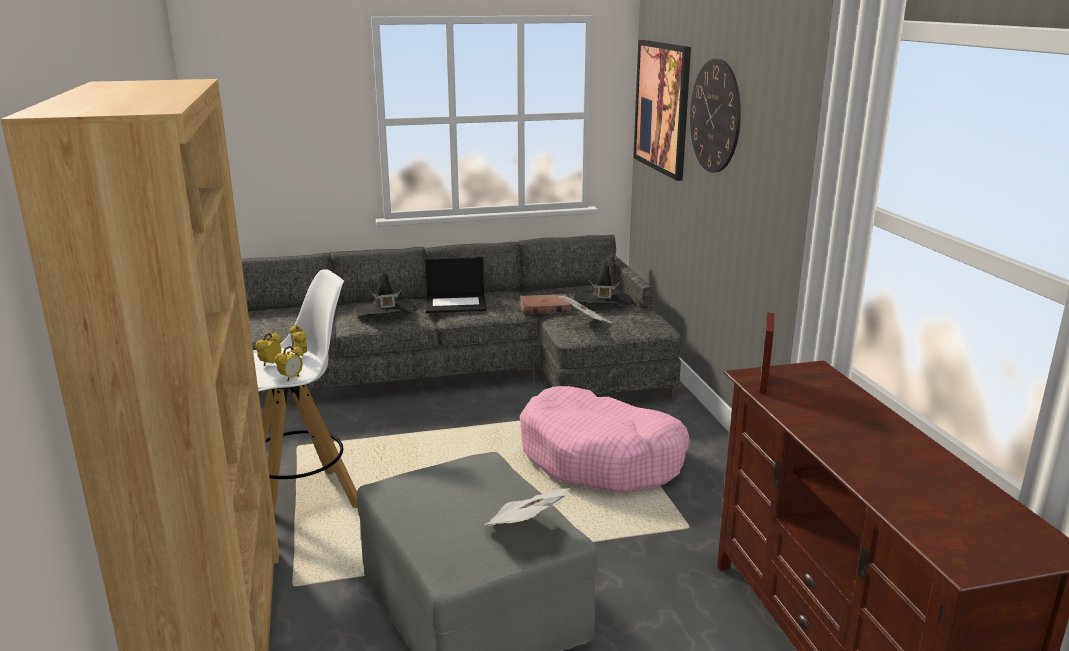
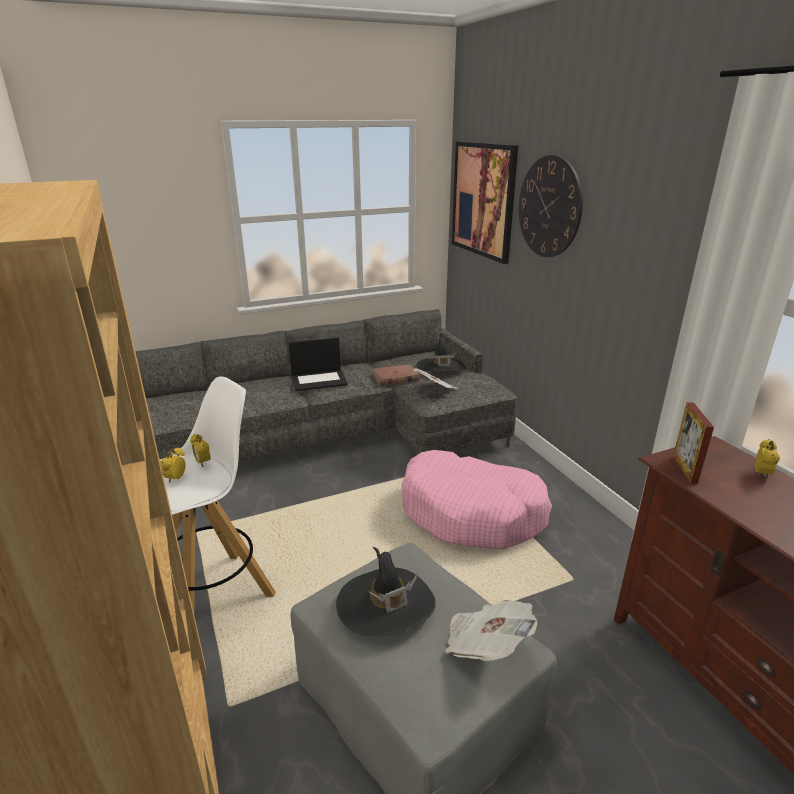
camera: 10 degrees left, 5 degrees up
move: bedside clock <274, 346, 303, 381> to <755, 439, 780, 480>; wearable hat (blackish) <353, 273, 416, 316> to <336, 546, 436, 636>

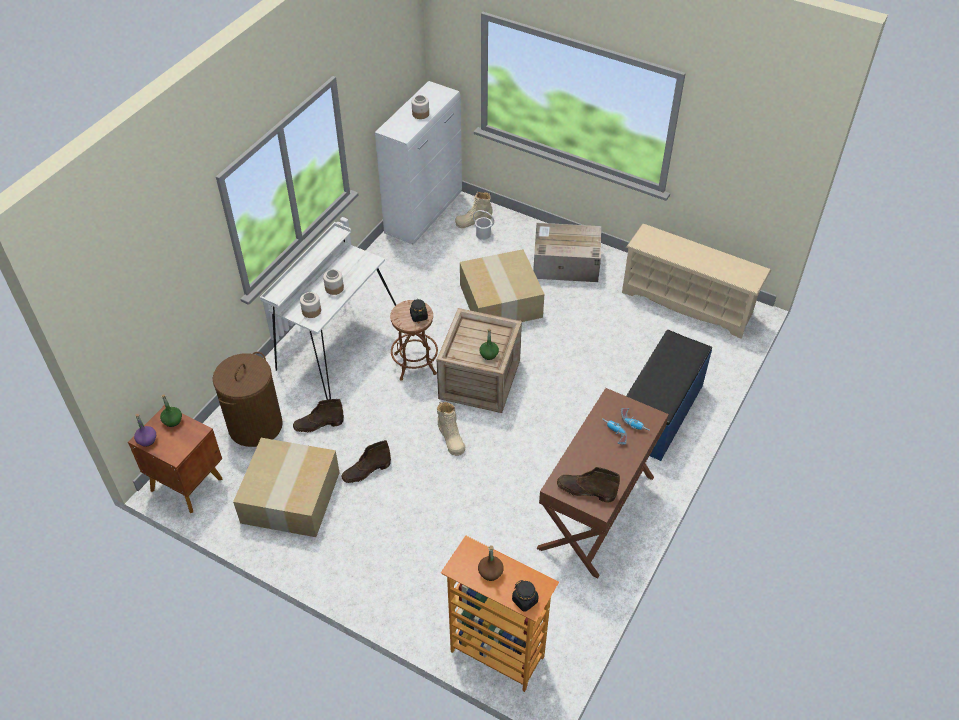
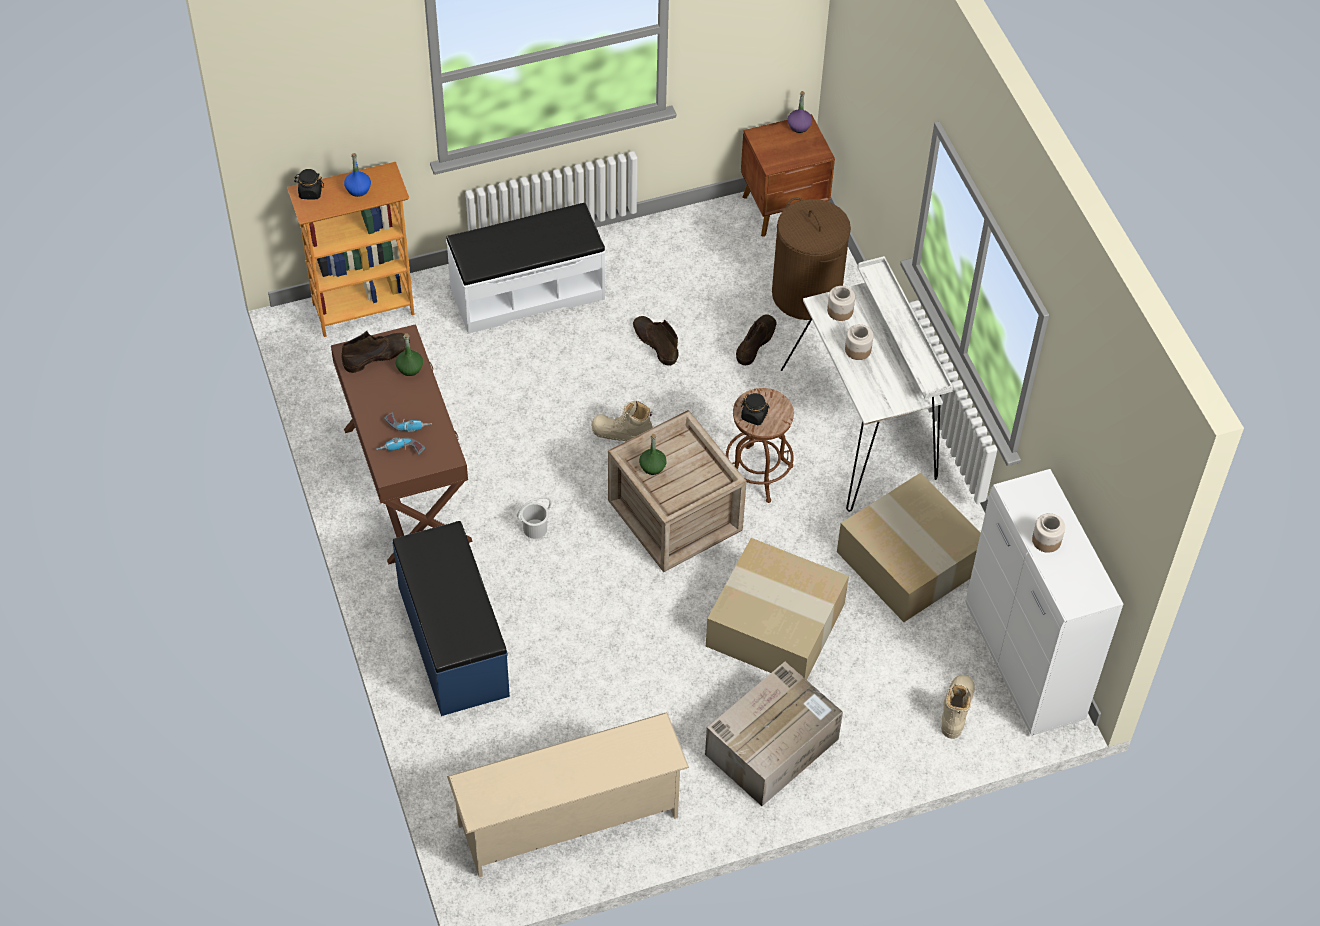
camera: 130 degrees right, 5 degrees up
insert: indoor bench (whitish) <446, 203, 605, 334>
move: beverage bottle (green) <160, 394, 182, 427> to <395, 333, 423, 376>; carton <233, 438, 340, 537> to <837, 473, 981, 622>; water bucket (whitish) <473, 210, 494, 240> to <517, 496, 551, 539>
recolor: beverage bottle (brown) <478, 545, 504, 581> to beverage bottle (blue-coloured) <344, 153, 371, 197>
rotate: tall boot (brown) <342, 440, 391, 483> = <633, 316, 679, 366> 45 degrees counterclockwise

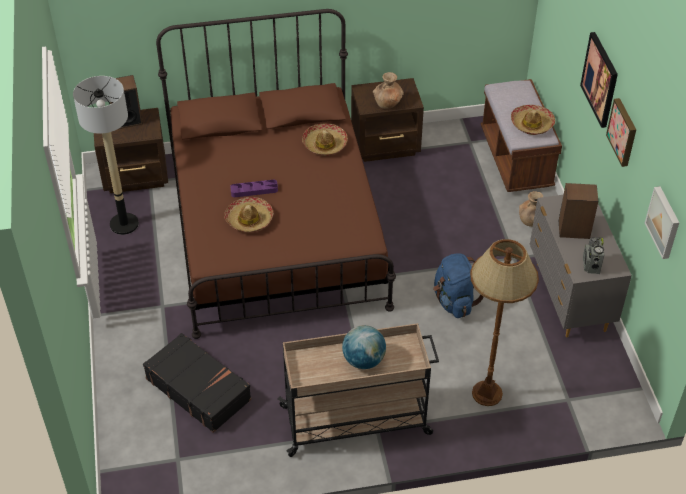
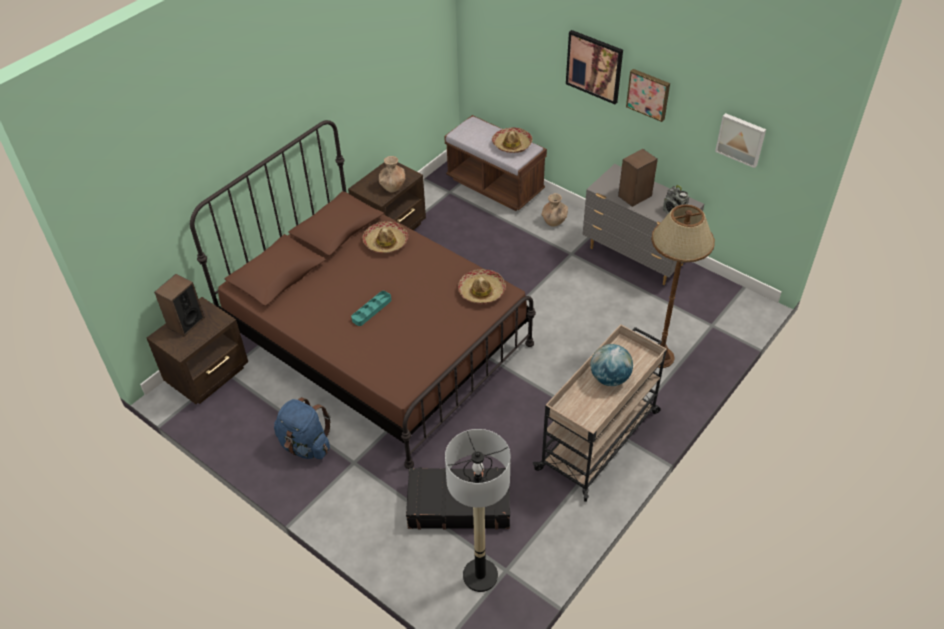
camera: 40 degrees left, 0 degrees up
move: floor lamp <73, 76, 139, 235> to <445, 429, 511, 592>; wearable hat <224, 197, 273, 232> to <458, 269, 506, 304>; backpack (blue-coloured) <433, 253, 484, 318> to <274, 397, 331, 459>
recolor: carrying tray (purple) <230, 180, 278, 197> to carrying tray (turquoise-coloured) <351, 291, 391, 326>

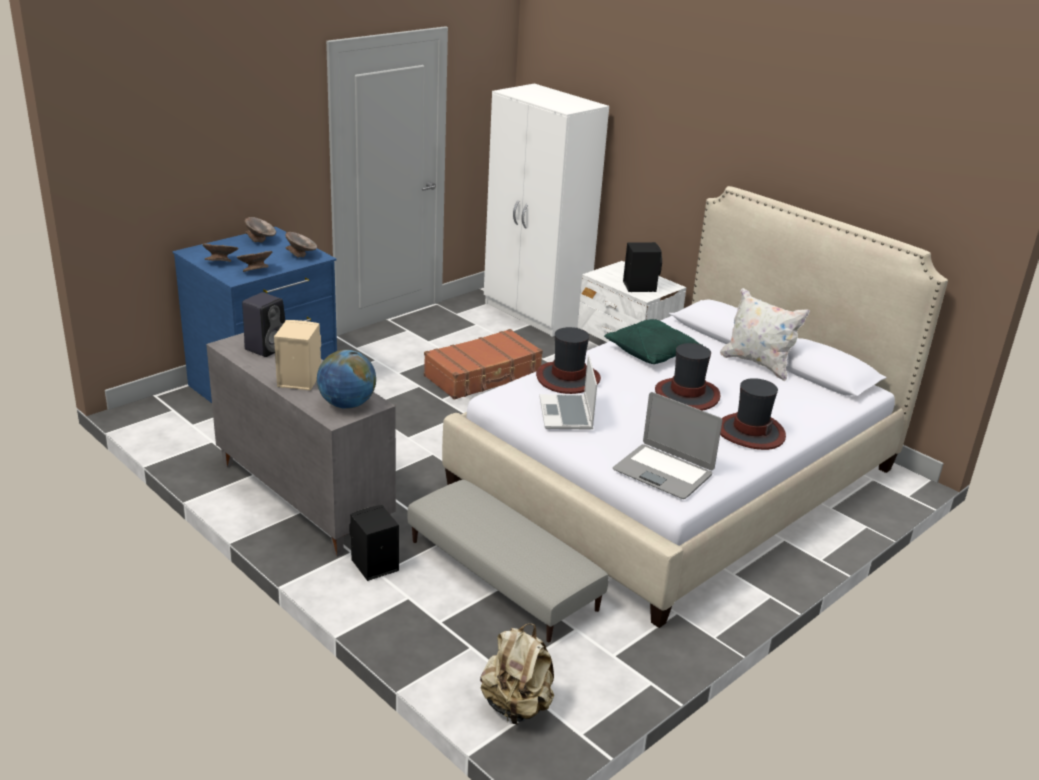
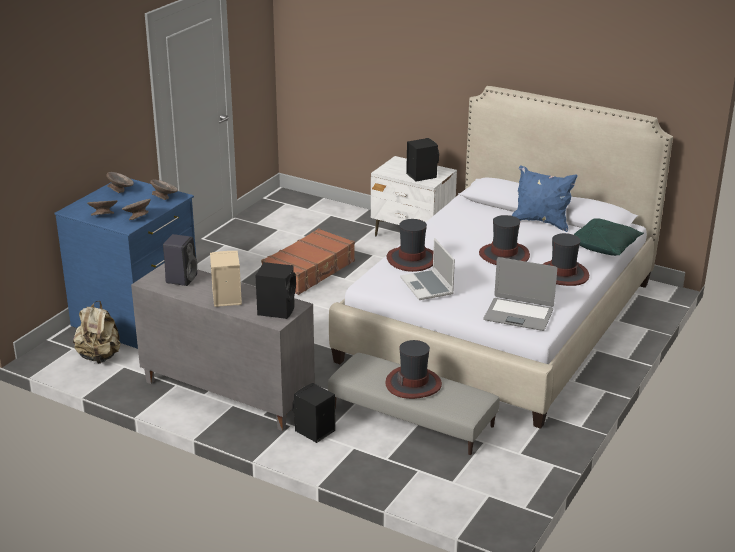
camera: 15 degrees left, 0 degrees up
delete: clothes cupboard (whitish) <484, 84, 609, 337>
insert: wearable hat <385, 340, 442, 399>
move: backpack (beige) <480, 623, 554, 725> to <73, 301, 121, 364>; throw pillow (green) <604, 319, 702, 364> to <574, 218, 644, 256>
replace: desk globe <317, 350, 376, 409> to loudspeaker (blackish) <255, 262, 296, 319>
recolor: throw pillow (whitish) <720, 288, 810, 381> to throw pillow (blue-coloured) <512, 165, 577, 232>

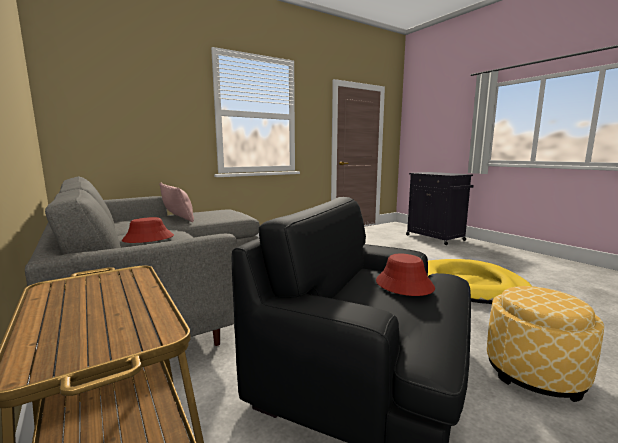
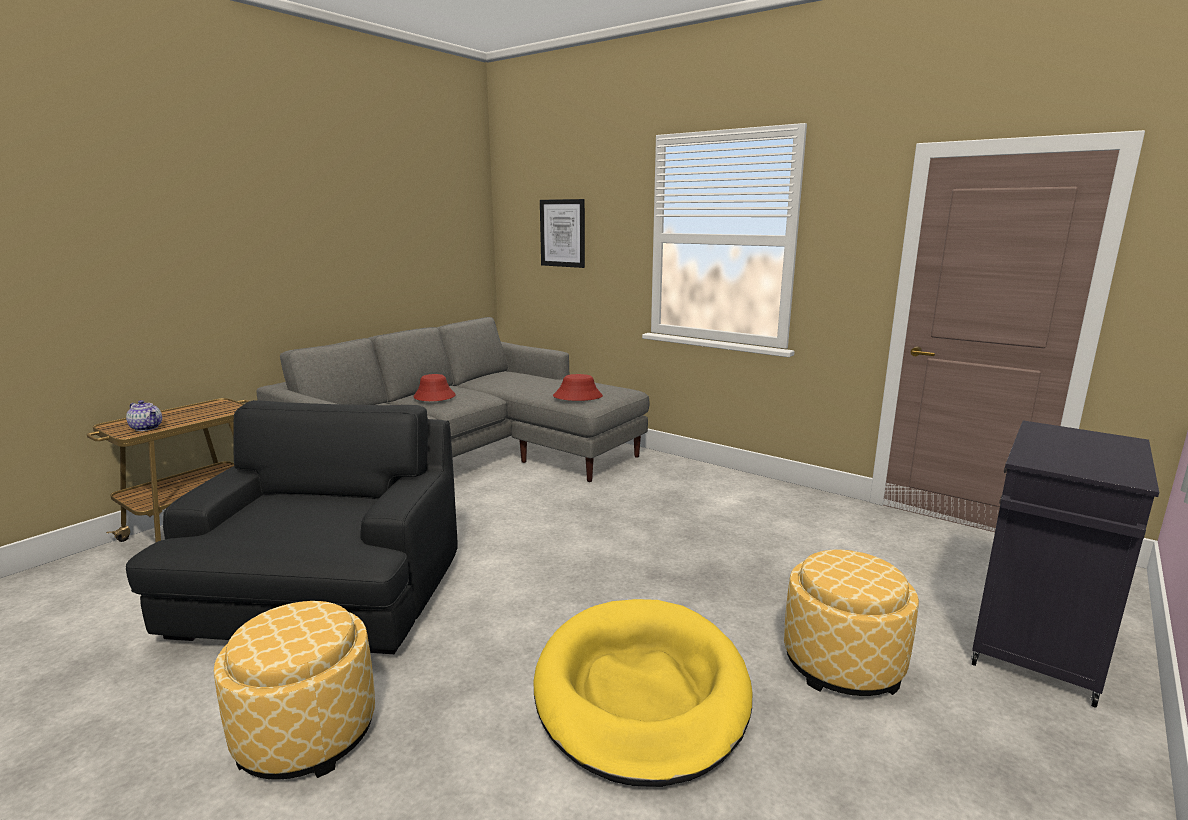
camera: 70 degrees right, 5 degrees up
delete: throw pillow (pink) <160, 183, 194, 222>
insert: teapot <126, 400, 162, 431>; wall picture <540, 199, 585, 268>; pouffe <784, 550, 919, 696>
move: wearable hat (red-coloured) <376, 254, 435, 296> to <553, 374, 603, 401>

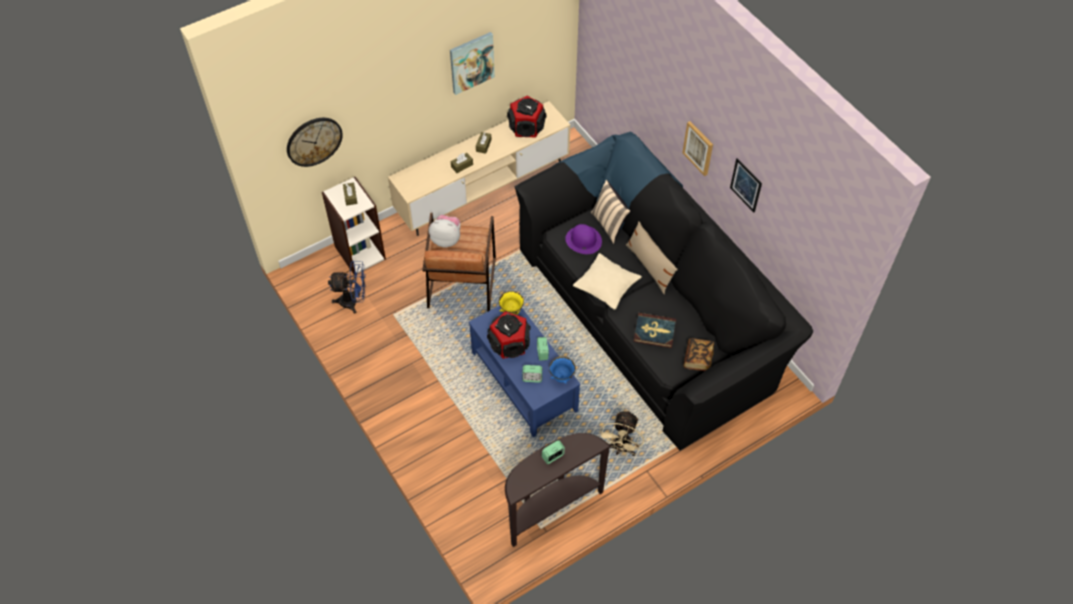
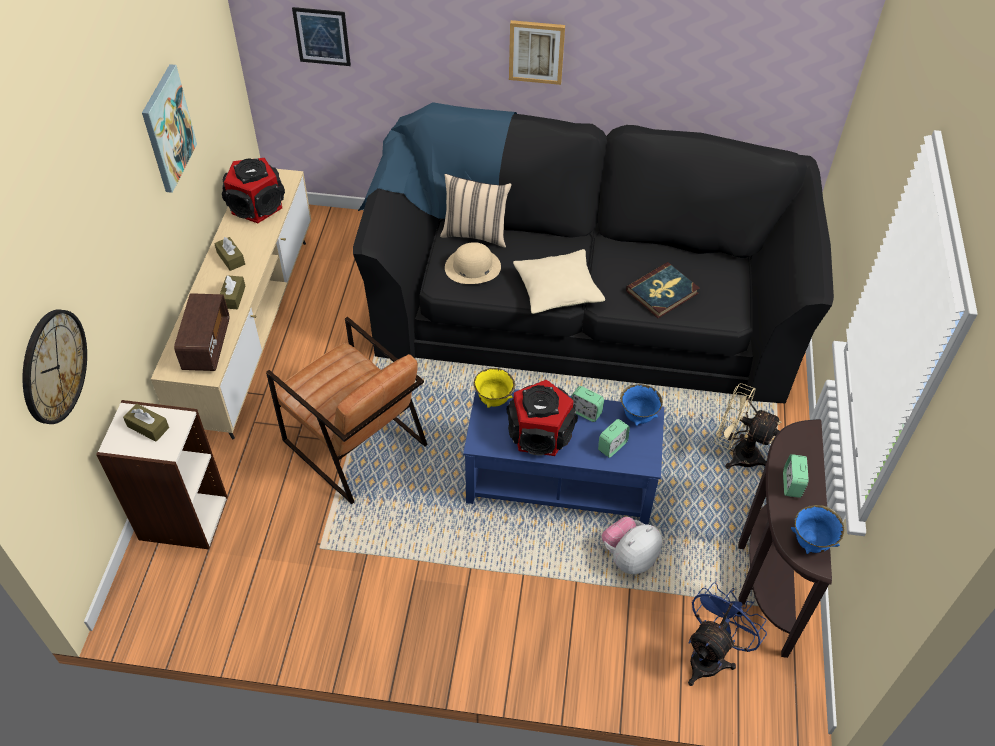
camera: 50 degrees left, 5 degrees down
delete: throw pillow (beige) <626, 221, 678, 294>; volume <684, 338, 714, 371>
insert: radio <174, 293, 229, 371>; bowl (blue-coloured) <791, 505, 844, 554>
move: cooling fan (blue-coloured) <328, 261, 366, 314> to <688, 583, 767, 686>; plush toy <429, 215, 461, 247> to <602, 517, 662, 574>; wall picture <730, 158, 762, 212> to <292, 7, 351, 66>
recolor: wearable hat (purple) <565, 224, 602, 254> to wearable hat (beige) <445, 242, 501, 284>
rotate: cooling fan (beige) <598, 410, 644, 456> = <714, 383, 782, 469> 150 degrees clockwise

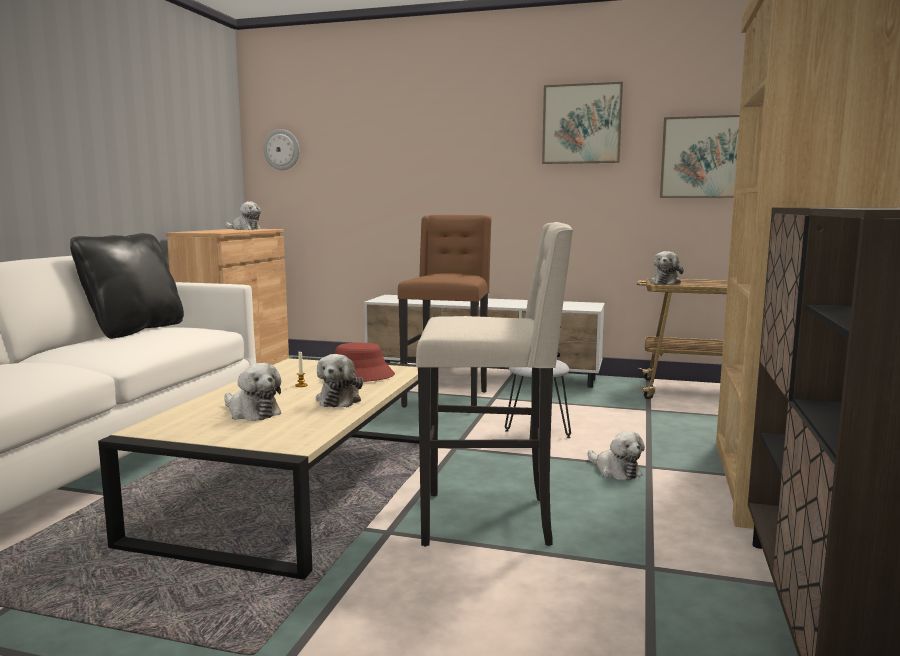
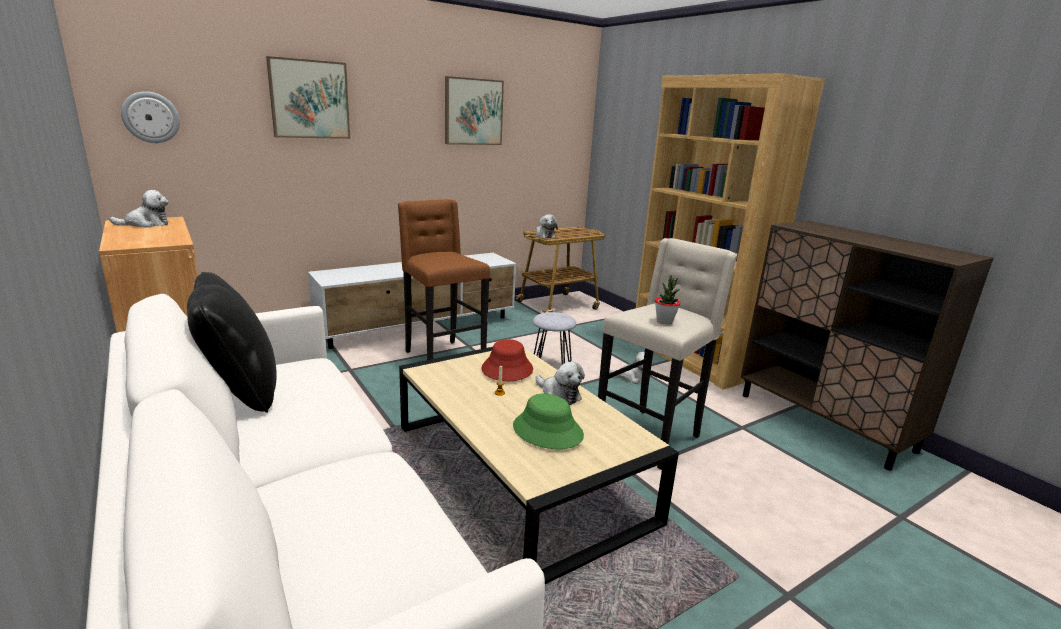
camera: 50 degrees left, 10 degrees up
insert: plant in a pot <655, 275, 681, 324>
move: wall picture <660, 115, 740, 198> to <266, 56, 350, 139>
replace: plush toy <224, 363, 281, 421> to wearable hat (green) <513, 394, 584, 449>

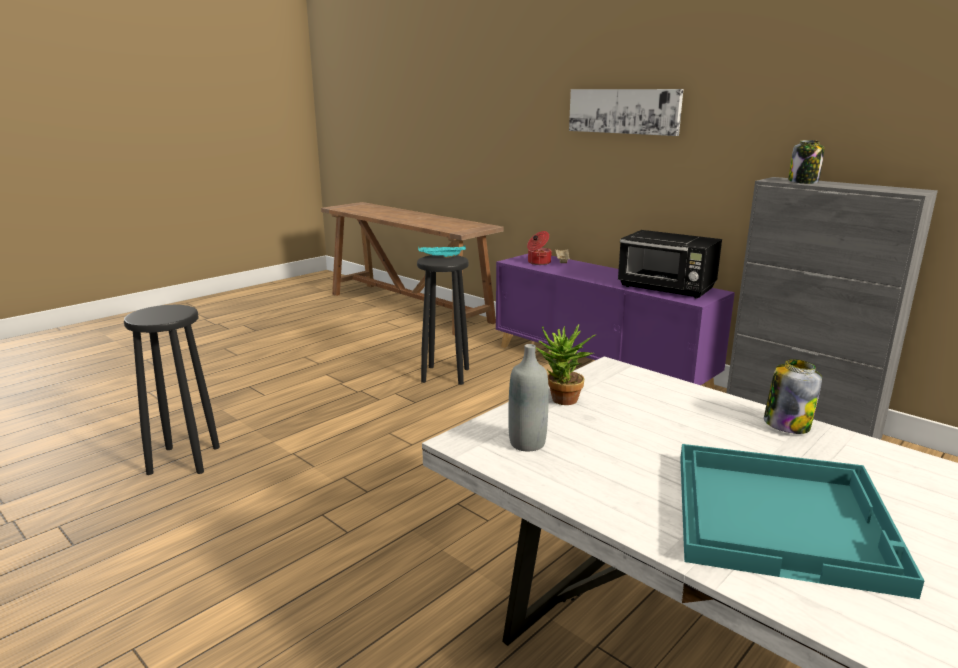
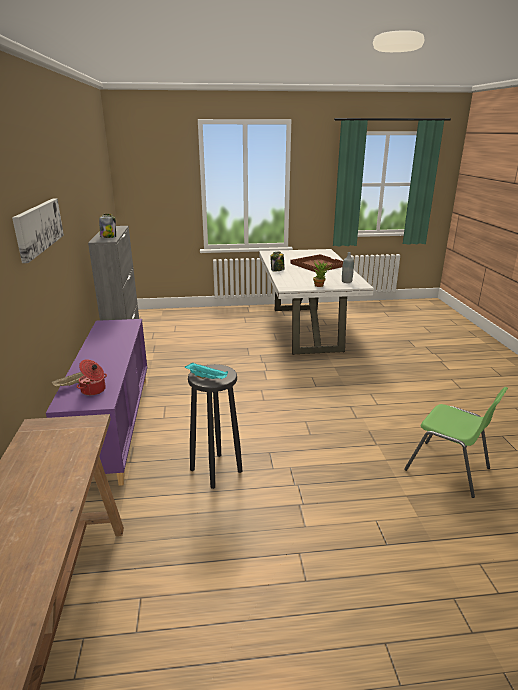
camera: 140 degrees left, 5 degrees up
delete: kitchen microwave (blackish) <618, 230, 722, 298>
replace: stool seat (blackish) <124, 305, 220, 475> to plain chair (green) <404, 387, 508, 498>
recolor: carrying tray (turquoise-coloured) <680, 444, 924, 599> to carrying tray (brown) <290, 254, 343, 273>

